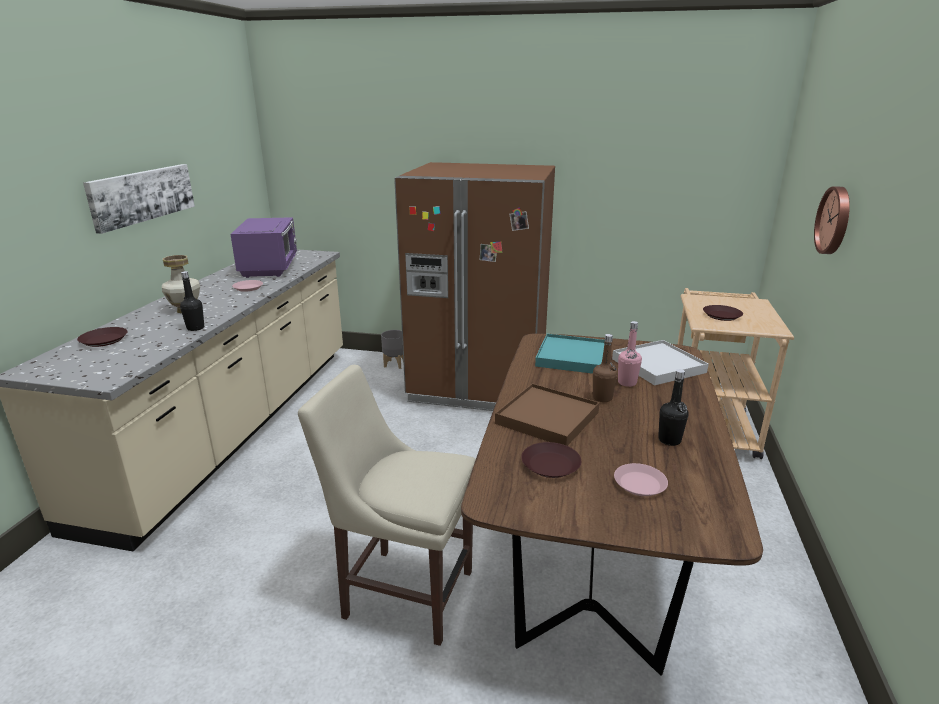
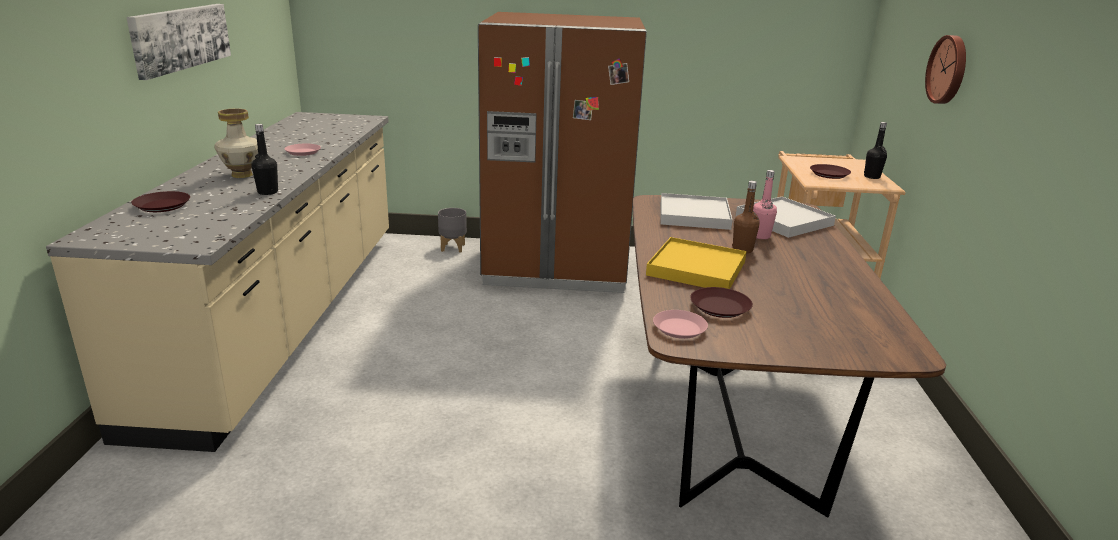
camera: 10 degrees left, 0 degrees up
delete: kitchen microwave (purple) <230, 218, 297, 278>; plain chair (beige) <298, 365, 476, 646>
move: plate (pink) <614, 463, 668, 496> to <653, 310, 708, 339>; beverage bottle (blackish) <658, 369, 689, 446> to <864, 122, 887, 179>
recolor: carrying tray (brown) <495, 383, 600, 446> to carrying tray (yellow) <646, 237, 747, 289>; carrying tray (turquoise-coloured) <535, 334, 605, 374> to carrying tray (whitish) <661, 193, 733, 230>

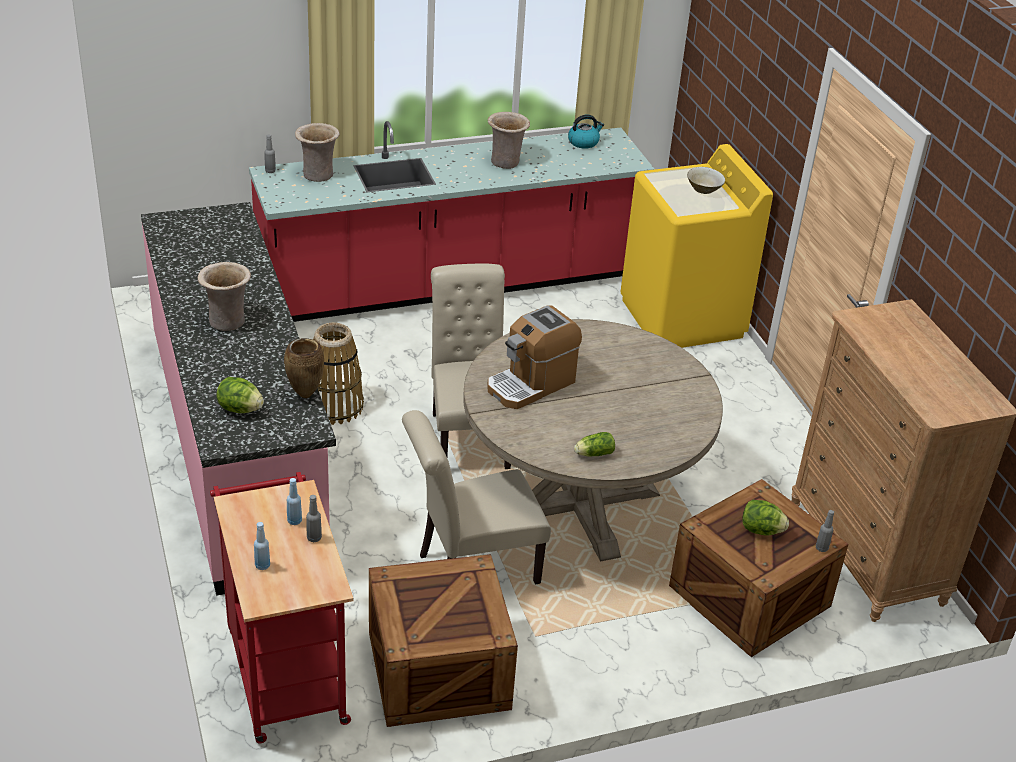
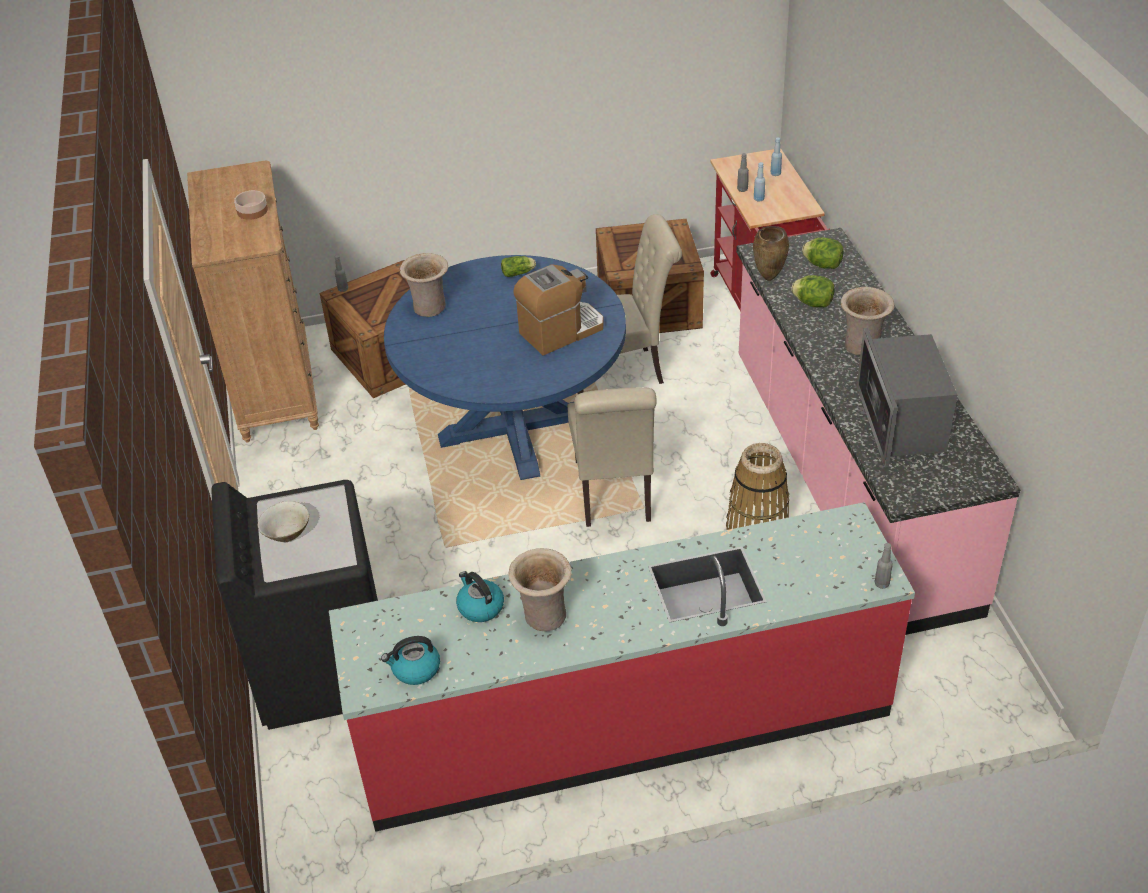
camera: 170 degrees left, 5 degrees up
insert: bowl <234, 190, 268, 220>; water kettle <456, 571, 504, 622>; kitchen microwave <857, 328, 957, 467>
move: flower vase (beige) <295, 123, 340, 182> to <400, 253, 448, 317>; head of lettuce <742, 500, 789, 536> to <791, 275, 834, 307>
recolor: kitchen table (beige) <463, 319, 723, 562> to kitchen table (blue-coloured) <384, 255, 626, 480>; washing machine (yellow) <620, 144, 773, 348> to washing machine (blackish) <211, 480, 378, 730>

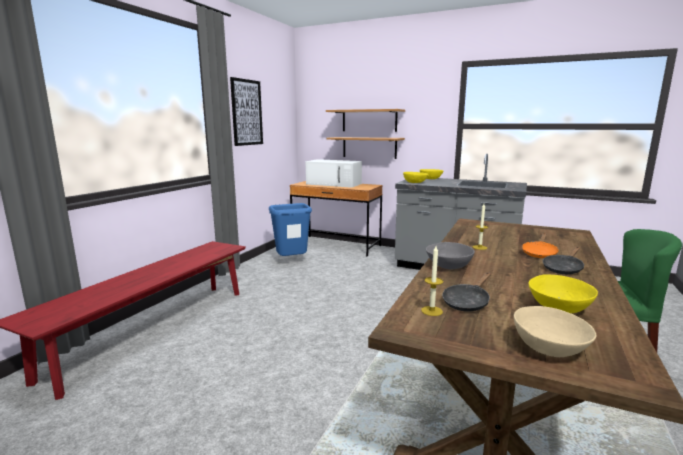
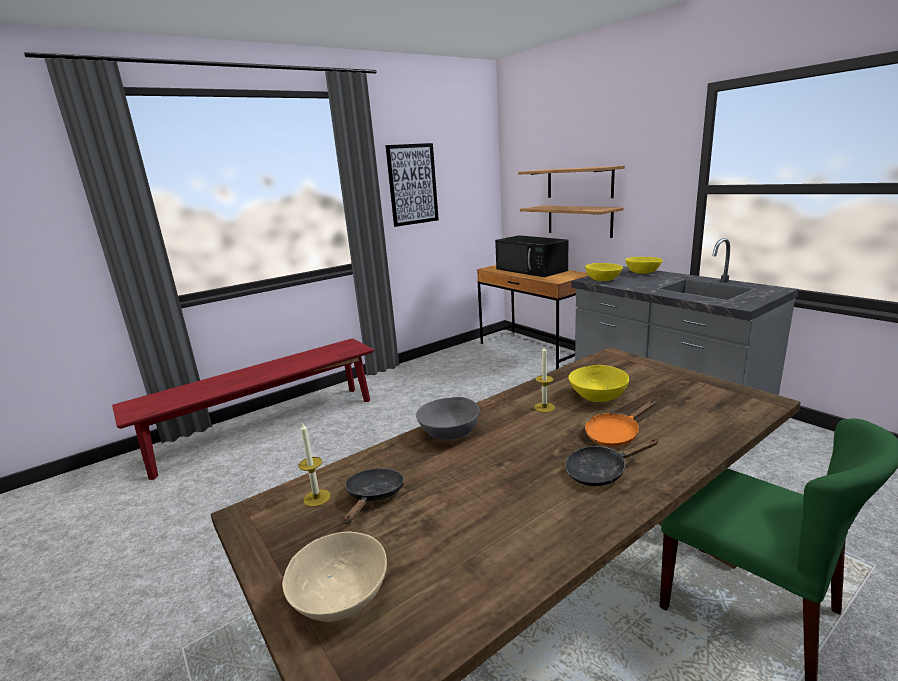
camera: 30 degrees right, 5 degrees up
delete: waste bin (blue-coloured) <269, 203, 312, 256>
move: bowl (yellow) <528, 275, 598, 313> to <568, 365, 629, 402>
recolor: kitchen microwave (whitish) <306, 159, 362, 188> to kitchen microwave (blackish) <495, 235, 568, 277>
rotate: pan (blackish) <442, 272, 490, 312> = <344, 468, 404, 524> 120 degrees clockwise

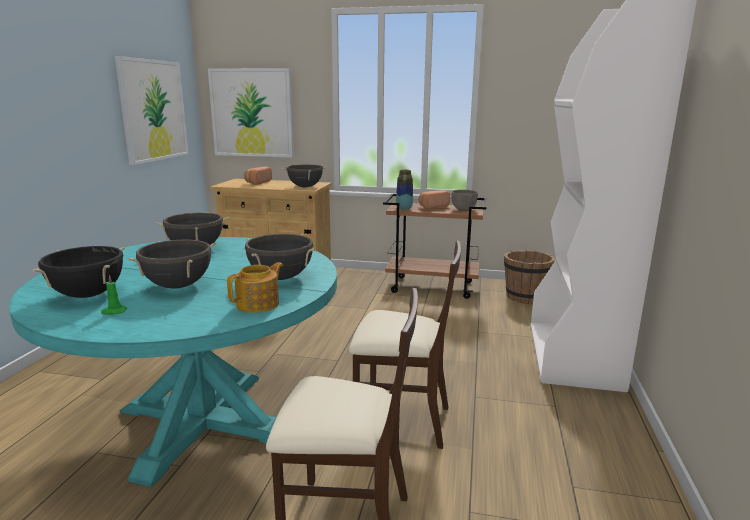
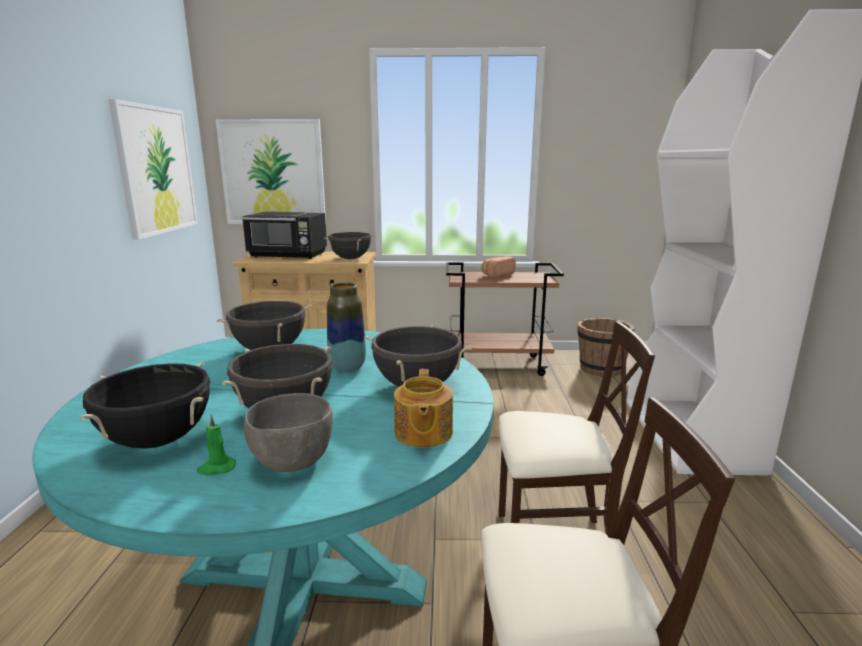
camera: 10 degrees left, 0 degrees up
move: flower vase <396, 170, 413, 210> to <327, 283, 366, 373>; bowl (grey) <451, 190, 478, 210> to <244, 393, 333, 472>
replace: bakery bread <244, 166, 272, 185> to kitchen microwave (blackish) <242, 212, 327, 259>
rotate: teapot <227, 262, 284, 313> = <394, 369, 453, 448> 150 degrees clockwise

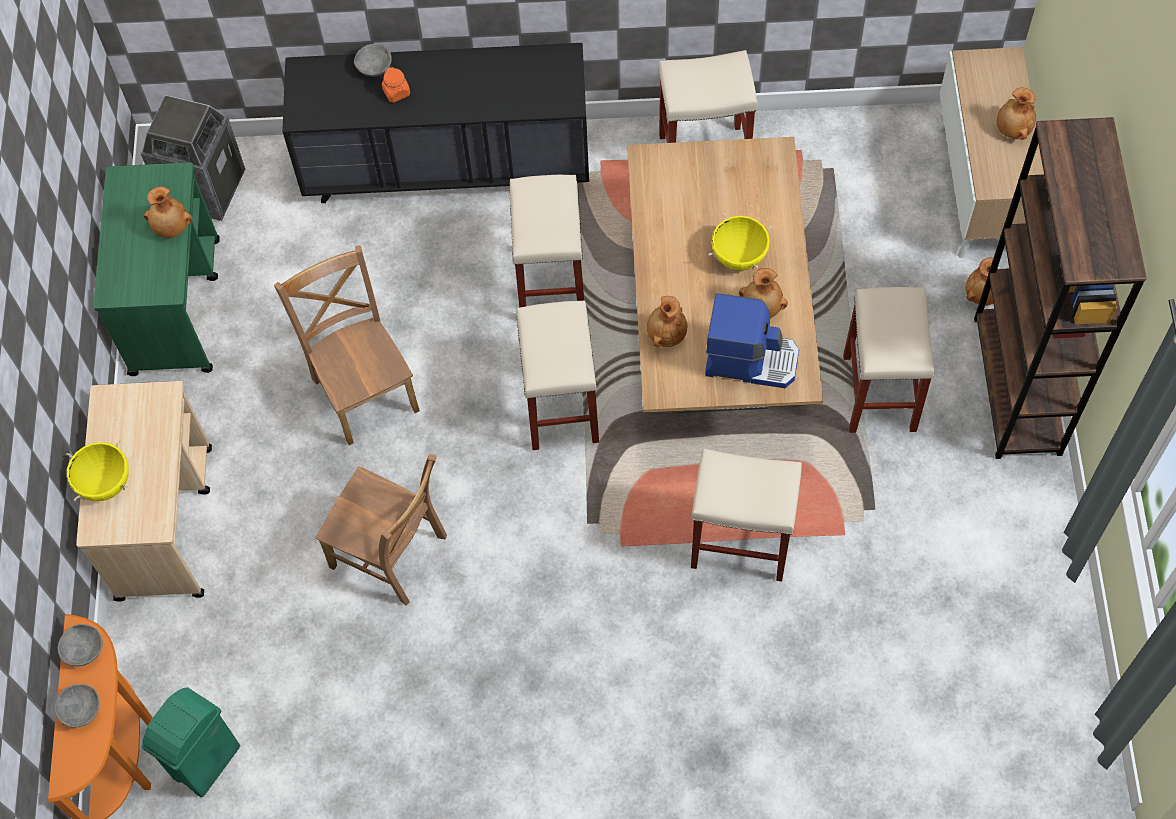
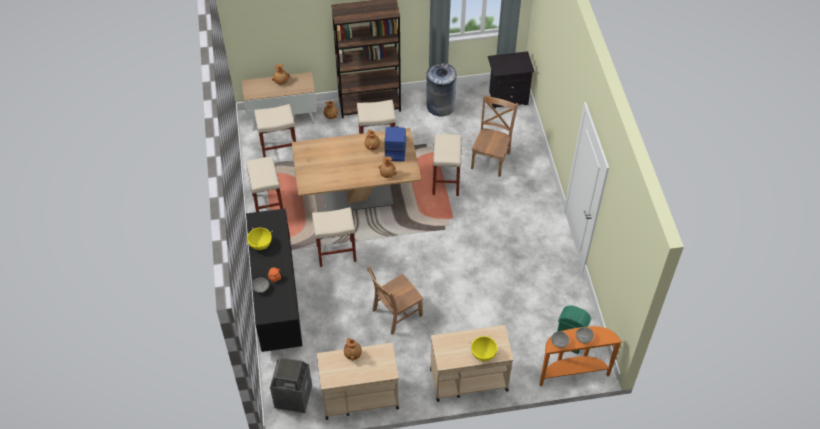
camera: 100 degrees left, 10 degrees down
insert: waste bin (grey) <426, 63, 457, 116>; night table (blackish) <488, 51, 535, 109>
move: plain chair (brown) <315, 454, 447, 605> to <471, 95, 518, 177>; stool seat (beige) <516, 300, 599, 450> to <254, 104, 296, 158>; stockpot (yellow) <709, 213, 773, 271> to <246, 227, 273, 250>
recolor: trolley (green) <93, 162, 220, 376> to trolley (beige) <317, 343, 399, 420>

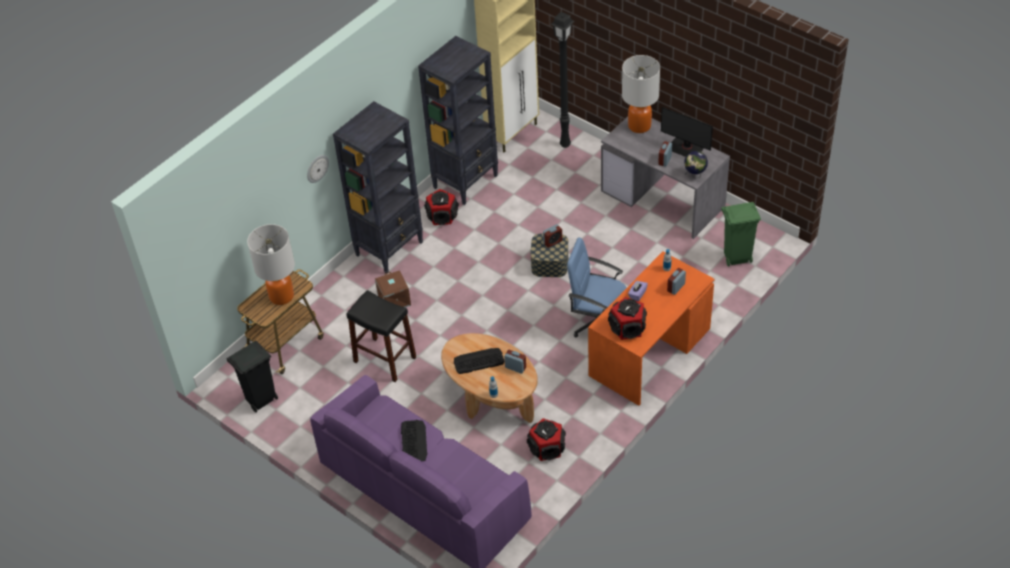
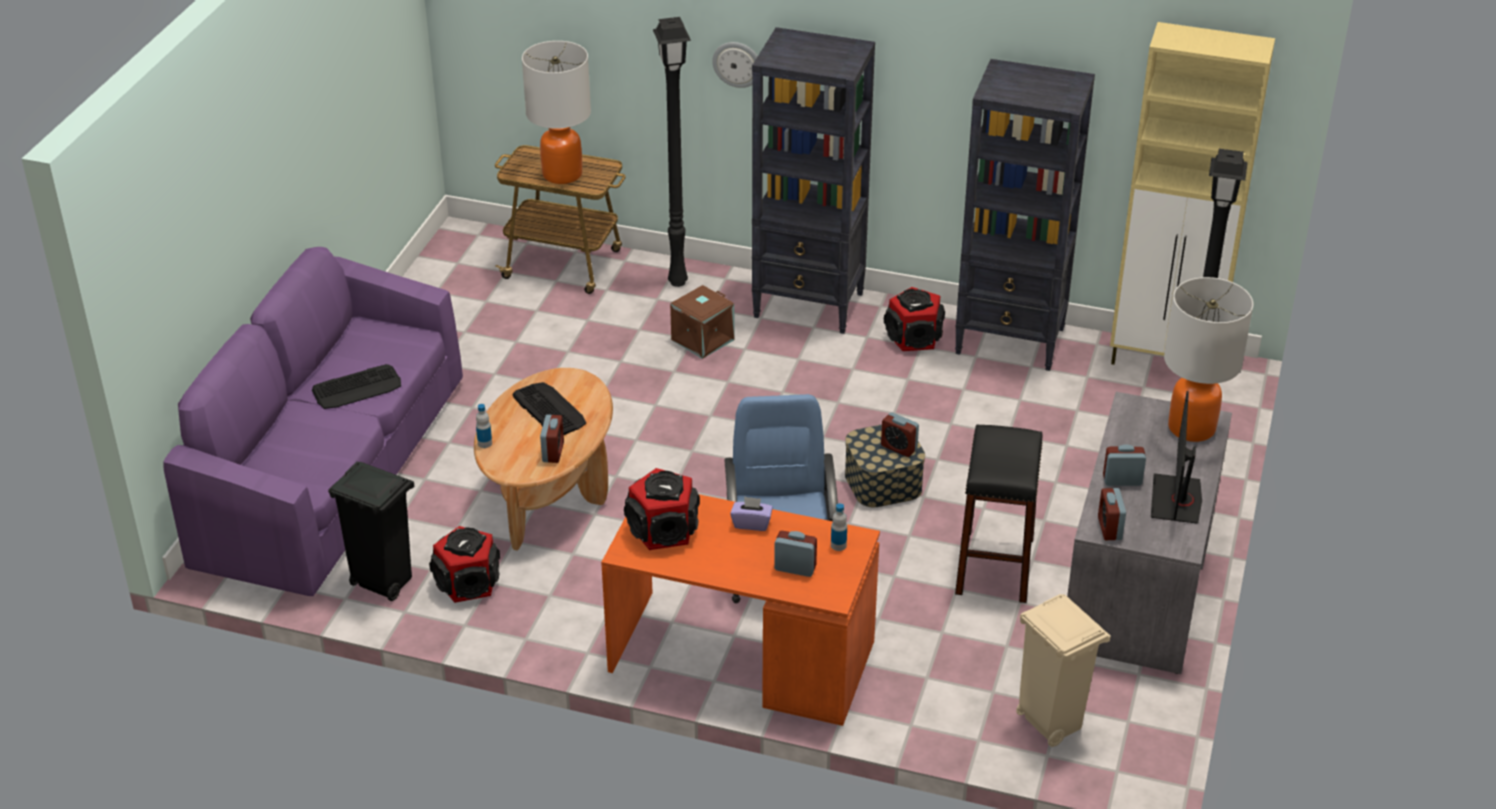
camera: 65 degrees right, 10 degrees down
insert: floor lamp (blackish) <653, 17, 691, 287>
move: waste bin (blackish) <227, 341, 278, 413> to <328, 461, 414, 601>; stool seat (blackish) <347, 290, 416, 382> to <955, 425, 1043, 603>
replace: desk globe <684, 151, 708, 179> to bedside clock <1098, 488, 1126, 540>
recolor: waste bin (green) <721, 202, 761, 267> to waste bin (beige) <1016, 594, 1111, 747>

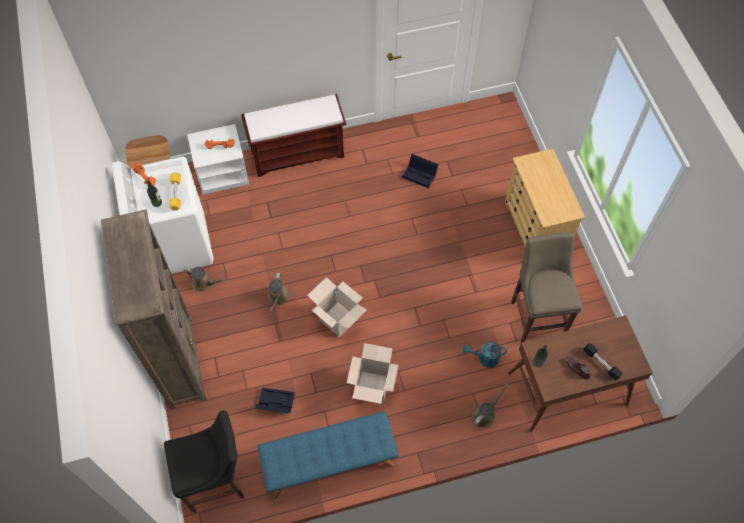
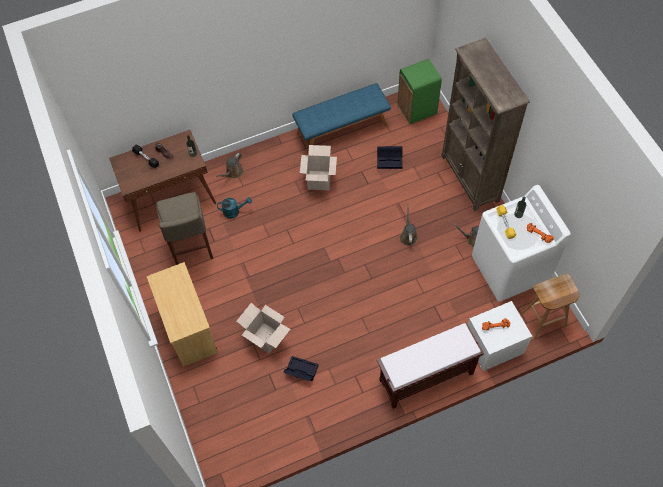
camera: 175 degrees right, 0 degrees up
move: carton <307, 277, 367, 337> to <237, 303, 290, 354>
replace: stool seat (blackish) <164, 410, 244, 513> to waste bin (green) <398, 59, 442, 124>

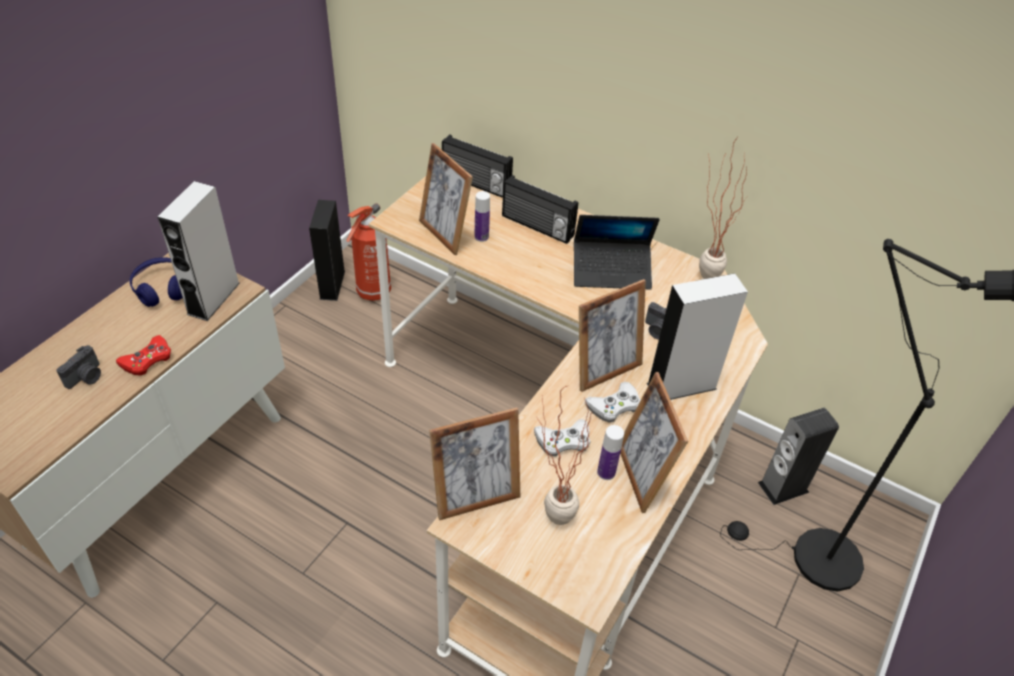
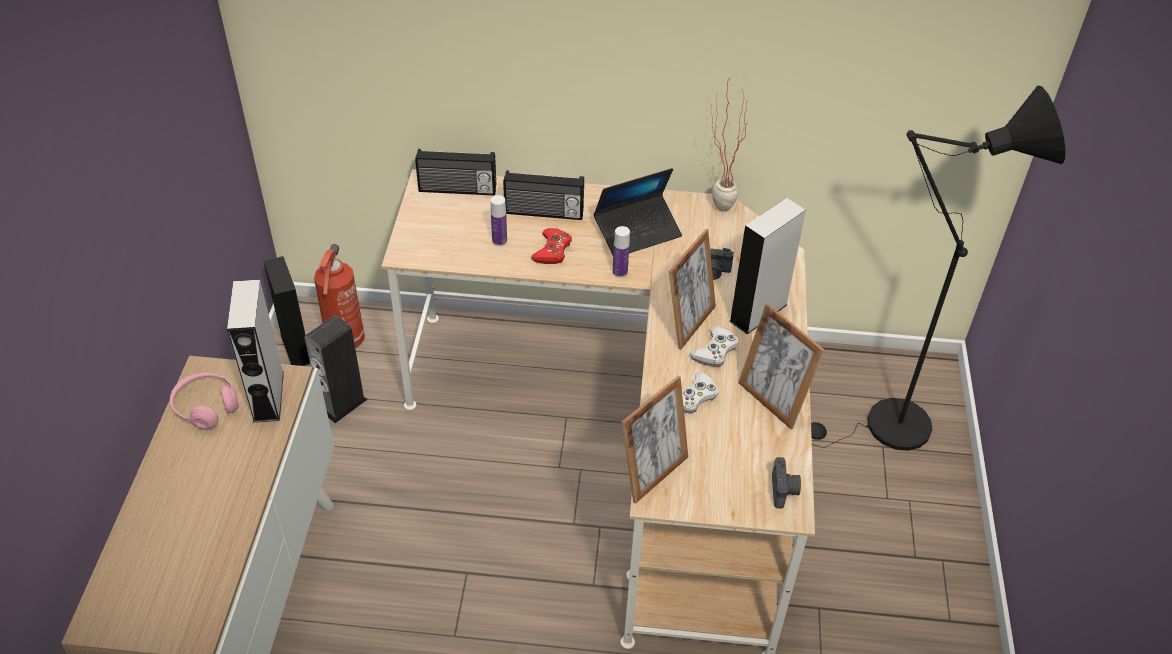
camera: 25 degrees left, 0 degrees up
delete: picture frame <419, 143, 473, 255>; plant in a pot <536, 386, 593, 525>
move: still camera <56, 345, 101, 389> to <772, 457, 801, 508>; joypad (red-coloured) <116, 335, 171, 376> to <531, 228, 572, 264>; beverage bottle <597, 425, 624, 480> to <612, 226, 630, 278>; loudspeaker <758, 408, 839, 505> to <304, 315, 368, 423>
recolor: pair of headphones (blue-coloured) <130, 257, 183, 307> to pair of headphones (pink) <170, 372, 239, 430>

